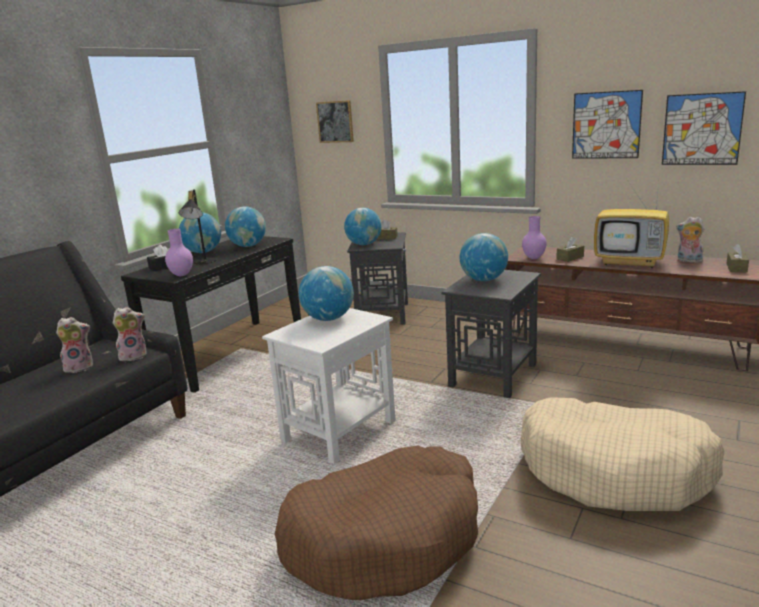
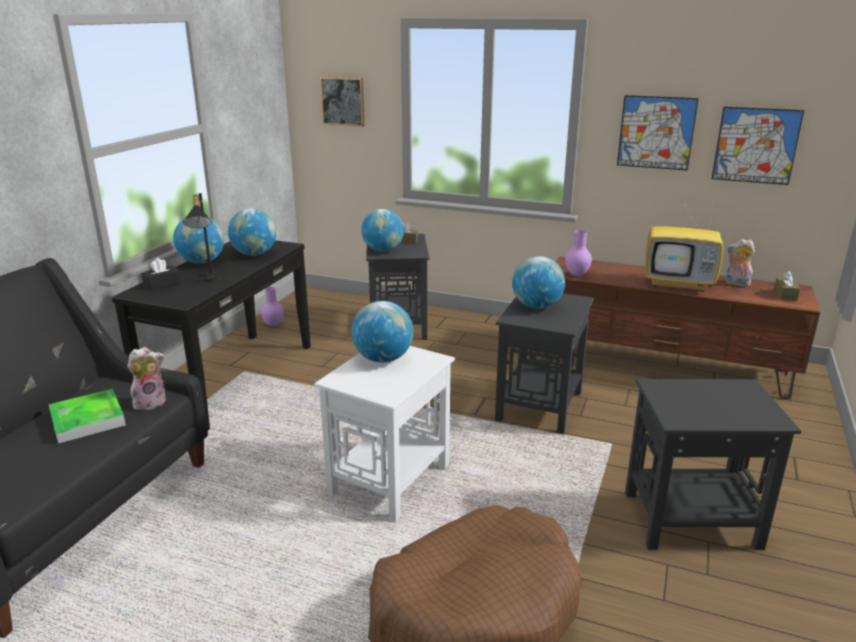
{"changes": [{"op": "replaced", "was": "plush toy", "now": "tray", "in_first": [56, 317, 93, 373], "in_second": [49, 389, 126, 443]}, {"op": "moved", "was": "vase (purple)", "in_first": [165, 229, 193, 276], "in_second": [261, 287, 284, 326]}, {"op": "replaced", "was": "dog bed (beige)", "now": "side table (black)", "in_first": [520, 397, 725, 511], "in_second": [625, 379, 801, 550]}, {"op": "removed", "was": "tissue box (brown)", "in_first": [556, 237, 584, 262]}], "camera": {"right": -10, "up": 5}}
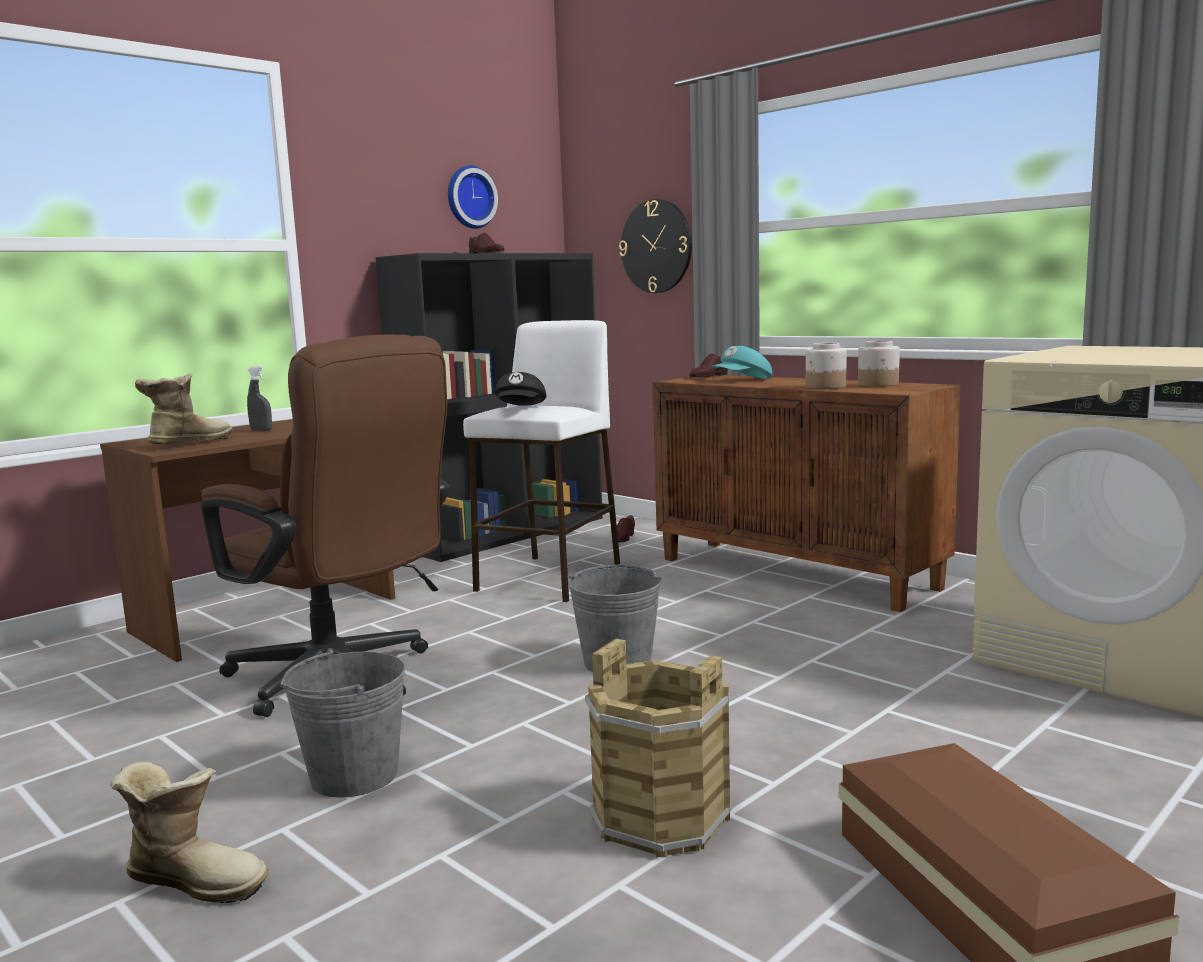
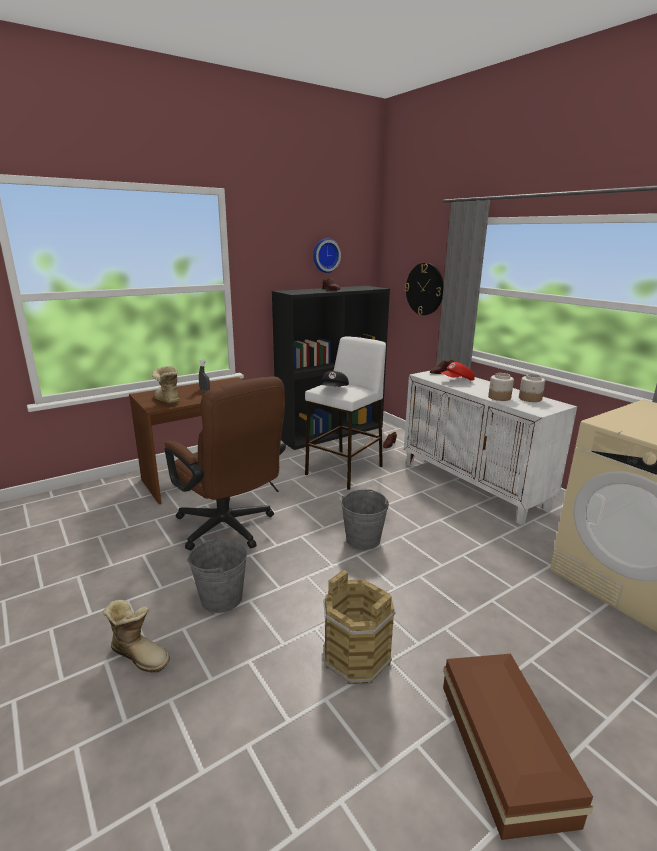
{"changes": [{"op": "turned", "was": "boot", "in_first": [135, 373, 233, 444], "in_second": [152, 366, 180, 403], "clockwise": -75}, {"op": "recoloured", "was": "cabinet (brown)", "now": "cabinet (white)", "in_first": [653, 375, 960, 612], "in_second": [404, 371, 577, 525]}, {"op": "recoloured", "was": "cap (turquoise)", "now": "cap (red)", "in_first": [711, 346, 772, 379], "in_second": [441, 362, 475, 381]}], "camera": {"right": 10, "up": 10}}
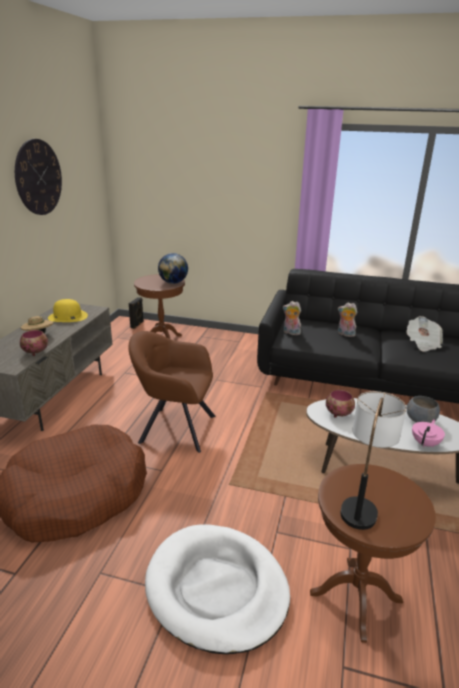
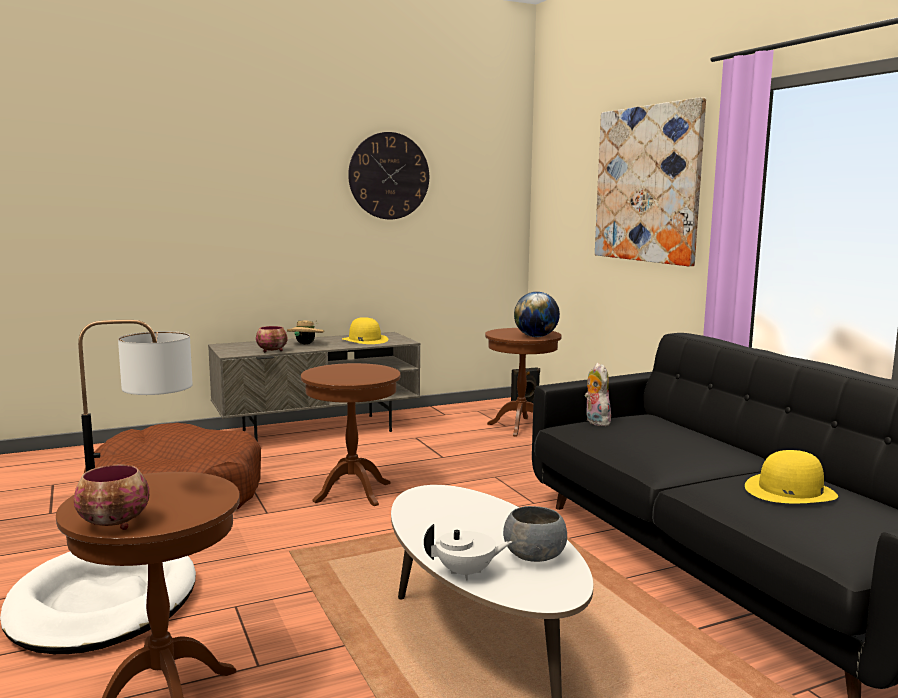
{"changes": [{"op": "replaced", "was": "armchair (brown)", "now": "side table (brown)", "in_first": [128, 331, 215, 453], "in_second": [301, 363, 400, 506]}, {"op": "moved", "was": "bowl", "in_first": [326, 390, 355, 418], "in_second": [74, 464, 149, 530]}, {"op": "removed", "was": "plush toy", "in_first": [338, 302, 357, 337]}, {"op": "replaced", "was": "newspaper", "now": "hat (yellow)", "in_first": [406, 316, 443, 351], "in_second": [745, 450, 838, 503]}, {"op": "recoloured", "was": "teapot (pink)", "now": "teapot (white)", "in_first": [412, 419, 445, 448], "in_second": [424, 524, 512, 581]}, {"op": "added", "now": "picture", "in_second": [595, 97, 706, 266]}], "camera": {"right": 50, "up": -15}}
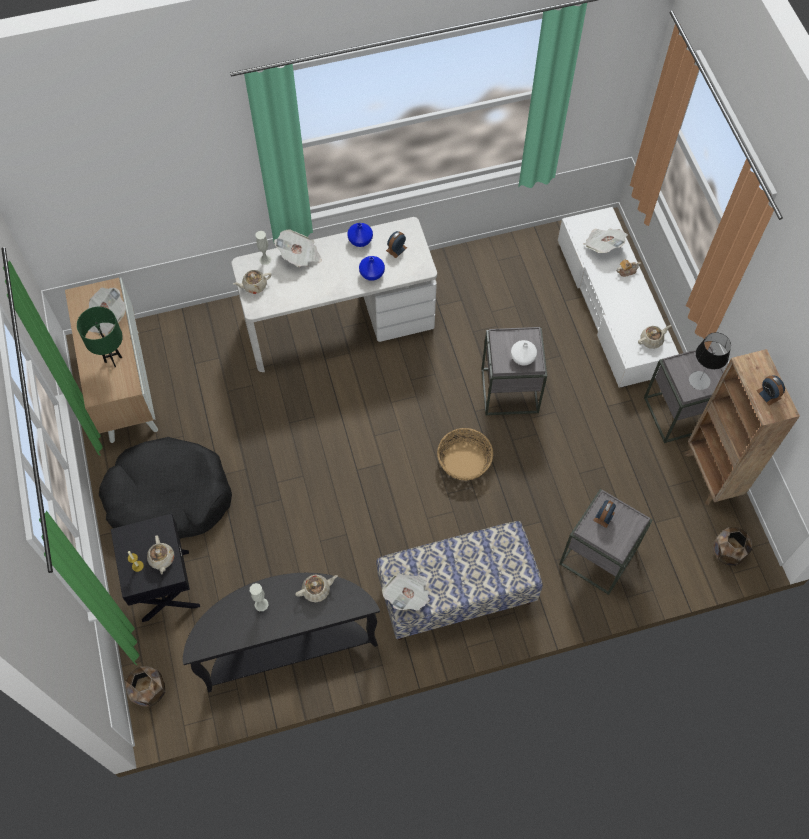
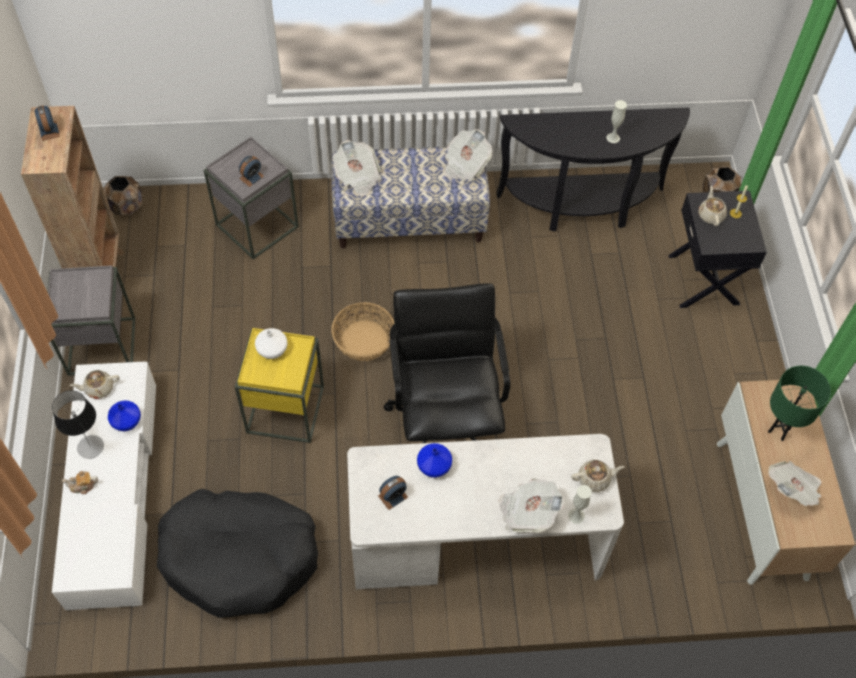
{"changes": [{"op": "moved", "was": "dog bed (black)", "in_first": [99, 437, 232, 539], "in_second": [157, 489, 318, 618]}, {"op": "removed", "was": "teapot (beige)", "in_first": [295, 574, 338, 602]}, {"op": "moved", "was": "vase (blue)", "in_first": [347, 223, 373, 247], "in_second": [108, 400, 141, 431]}, {"op": "recoloured", "was": "side table (grey)", "now": "side table (yellow)", "in_first": [481, 327, 547, 415], "in_second": [235, 328, 324, 443]}, {"op": "moved", "was": "newspaper", "in_first": [583, 228, 628, 253], "in_second": [332, 140, 382, 196]}, {"op": "moved", "was": "table lamp", "in_first": [689, 332, 731, 390], "in_second": [52, 390, 104, 459]}, {"op": "added", "now": "office chair (black)", "in_second": [384, 283, 510, 443]}], "camera": {"right": -170, "up": -5}}
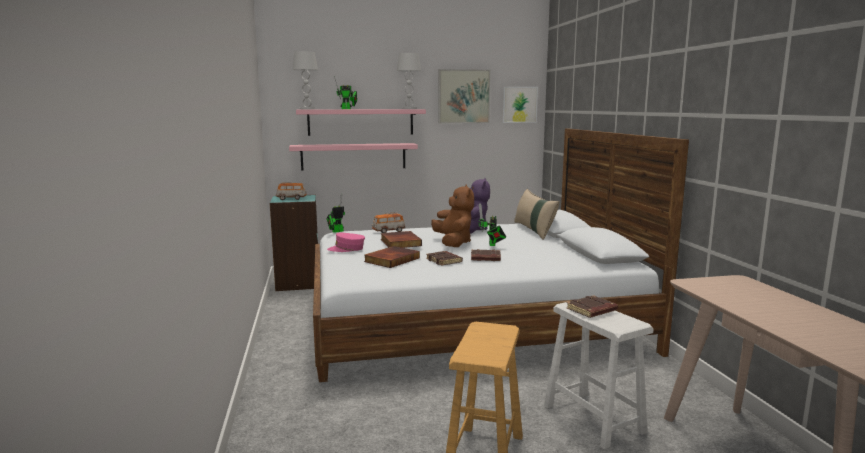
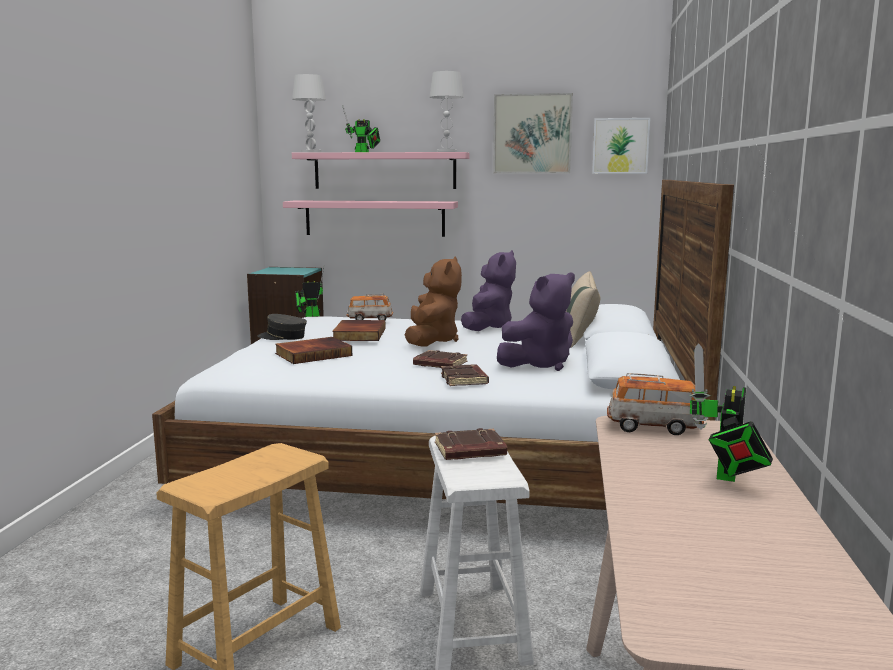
{"changes": [{"op": "moved", "was": "toy car", "in_first": [276, 182, 307, 200], "in_second": [607, 373, 704, 435]}, {"op": "recoloured", "was": "cap (pink)", "now": "cap (grey)", "in_first": [327, 232, 365, 252], "in_second": [257, 314, 307, 340]}, {"op": "moved", "was": "book (brown)", "in_first": [426, 251, 463, 266], "in_second": [441, 364, 489, 386]}, {"op": "moved", "was": "toy robot", "in_first": [479, 204, 506, 246], "in_second": [689, 343, 773, 482]}, {"op": "added", "now": "plush toy (purple)", "in_second": [497, 273, 575, 371]}], "camera": {"right": 20, "up": 0}}
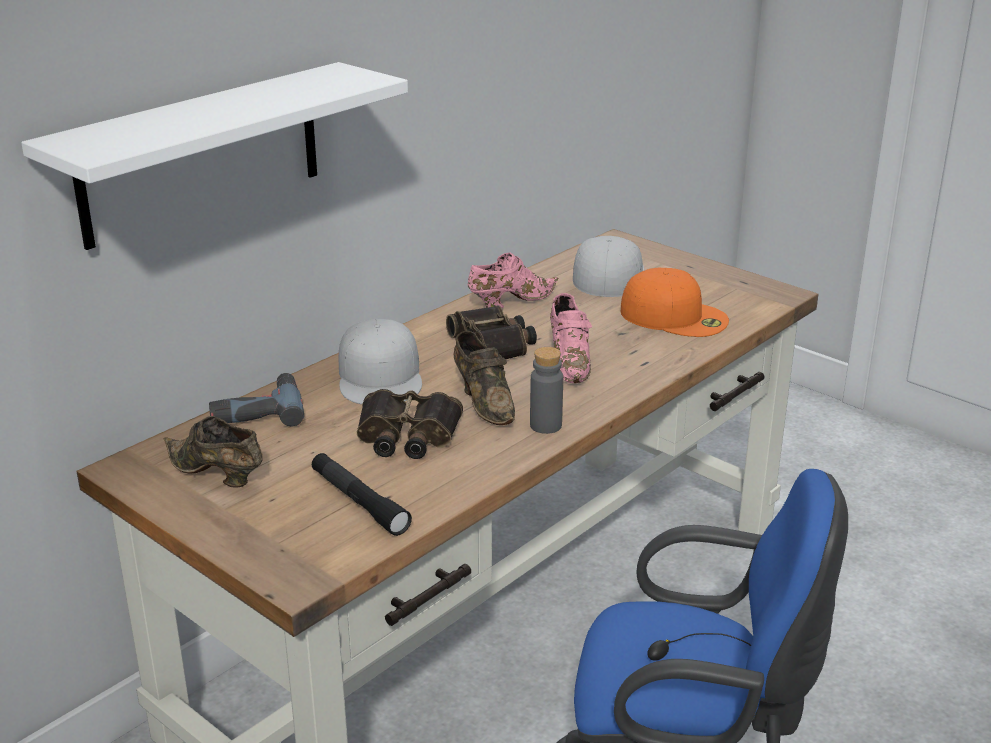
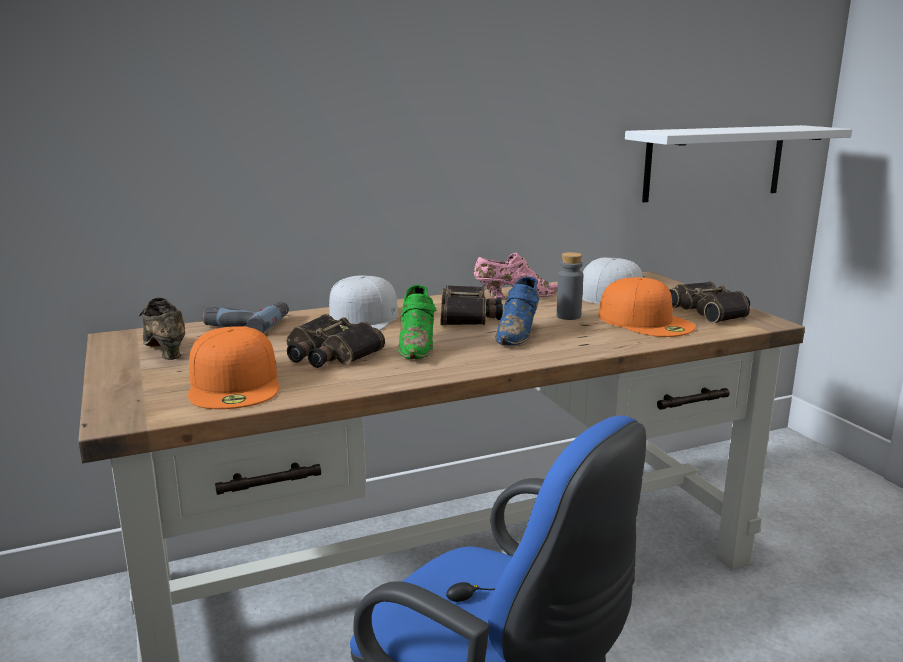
{"changes": [{"op": "moved", "was": "shelf (white)", "in_first": [21, 62, 408, 250], "in_second": [625, 125, 852, 203]}, {"op": "replaced", "was": "flashlight (black)", "now": "cap (orange)", "in_first": [312, 453, 412, 536], "in_second": [188, 326, 279, 409]}, {"op": "recoloured", "was": "shoe (brown)", "now": "shoe (green)", "in_first": [454, 331, 515, 425], "in_second": [398, 285, 436, 359]}, {"op": "moved", "was": "bottle (grey)", "in_first": [530, 347, 563, 434], "in_second": [556, 252, 583, 320]}, {"op": "recoloured", "was": "shoe (pink)", "now": "shoe (blue)", "in_first": [550, 293, 592, 383], "in_second": [495, 277, 540, 345]}, {"op": "added", "now": "binoculars", "in_second": [669, 282, 750, 323]}], "camera": {"right": 25, "up": -10}}
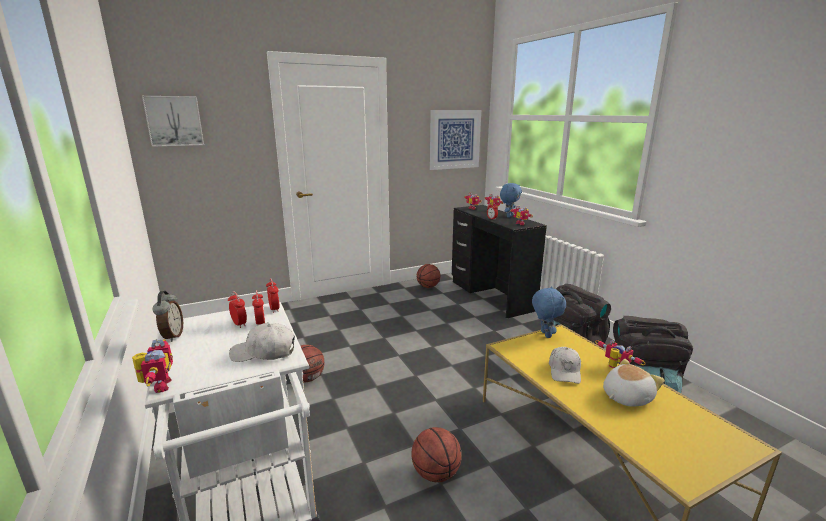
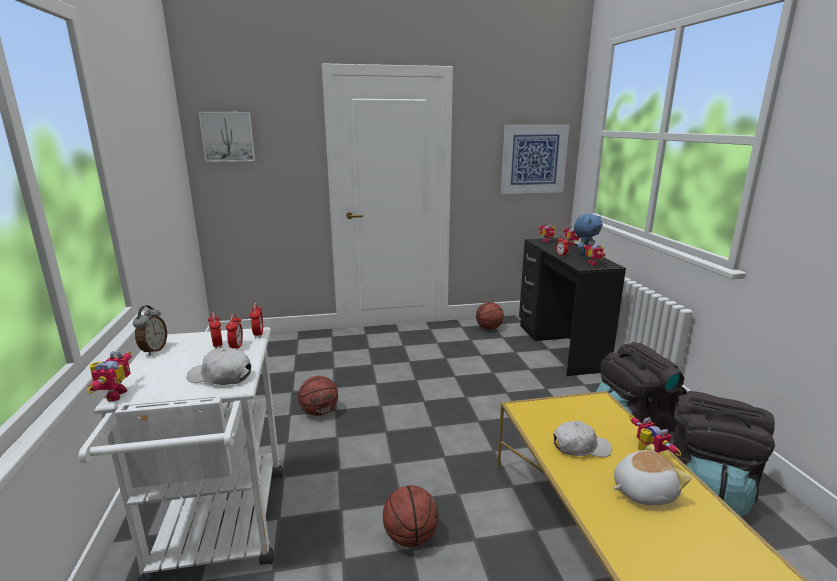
{"changes": [{"op": "removed", "was": "plush toy (blue)", "in_first": [532, 286, 566, 338]}, {"op": "turned", "was": "cap (white)", "in_first": [549, 347, 581, 384], "in_second": [553, 420, 612, 457], "clockwise": -120}], "camera": {"right": 15, "up": 0}}
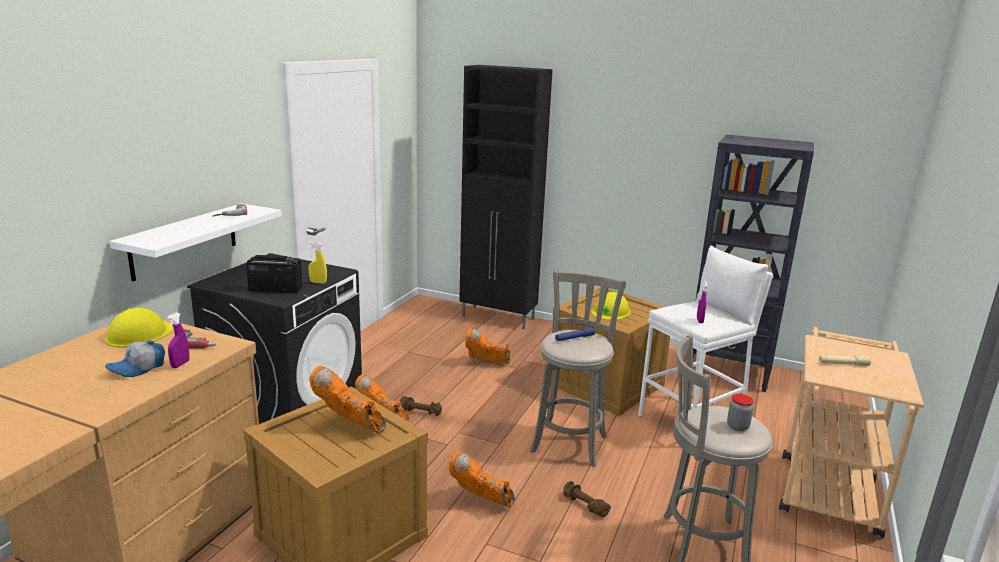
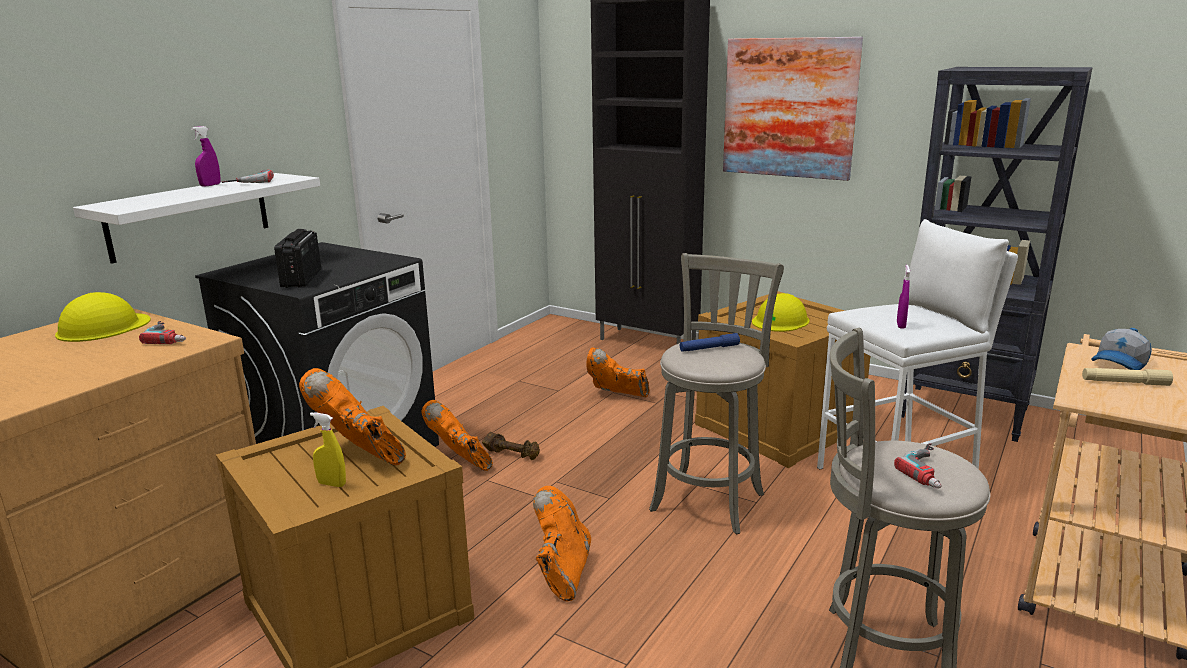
{"changes": [{"op": "moved", "was": "cap", "in_first": [105, 340, 165, 377], "in_second": [1091, 328, 1152, 370]}, {"op": "moved", "was": "spray bottle (purple)", "in_first": [166, 312, 189, 368], "in_second": [191, 126, 221, 187]}, {"op": "turned", "was": "radio", "in_first": [246, 255, 303, 293], "in_second": [274, 229, 321, 288], "clockwise": -105}, {"op": "moved", "was": "spray bottle (yellow)", "in_first": [308, 242, 327, 284], "in_second": [310, 412, 346, 487]}, {"op": "turned", "was": "boot (orange)", "in_first": [449, 451, 515, 507], "in_second": [533, 486, 591, 602], "clockwise": 60}, {"op": "removed", "was": "dumbbell (brown)", "in_first": [563, 481, 611, 517]}, {"op": "replaced", "was": "jar", "now": "power drill", "in_first": [727, 394, 754, 431], "in_second": [894, 443, 942, 488]}, {"op": "added", "now": "picture", "in_second": [723, 37, 863, 181]}], "camera": {"right": 10, "up": 0}}
